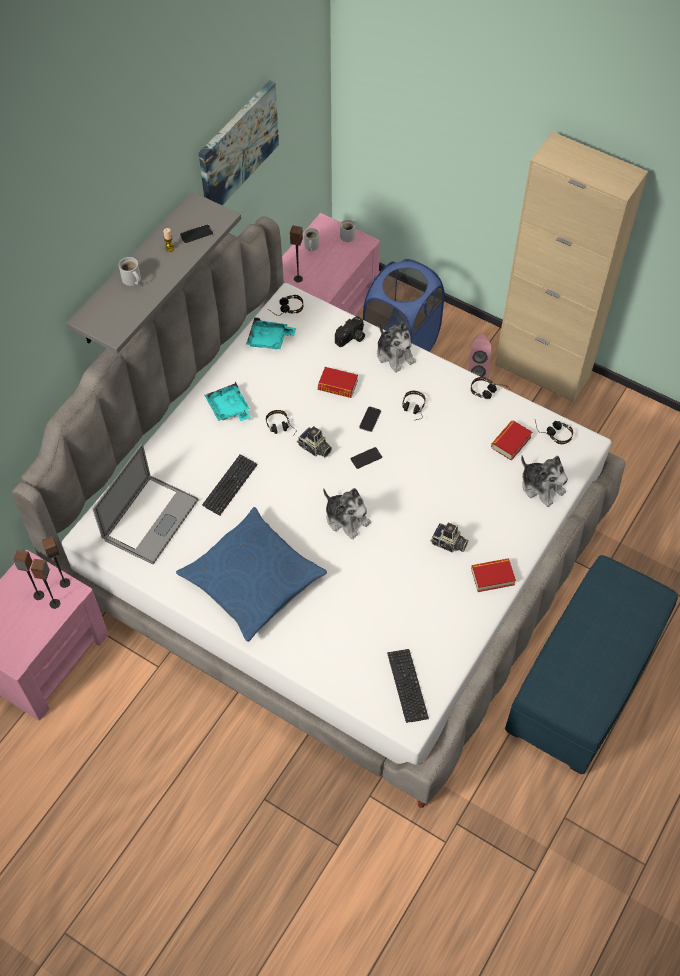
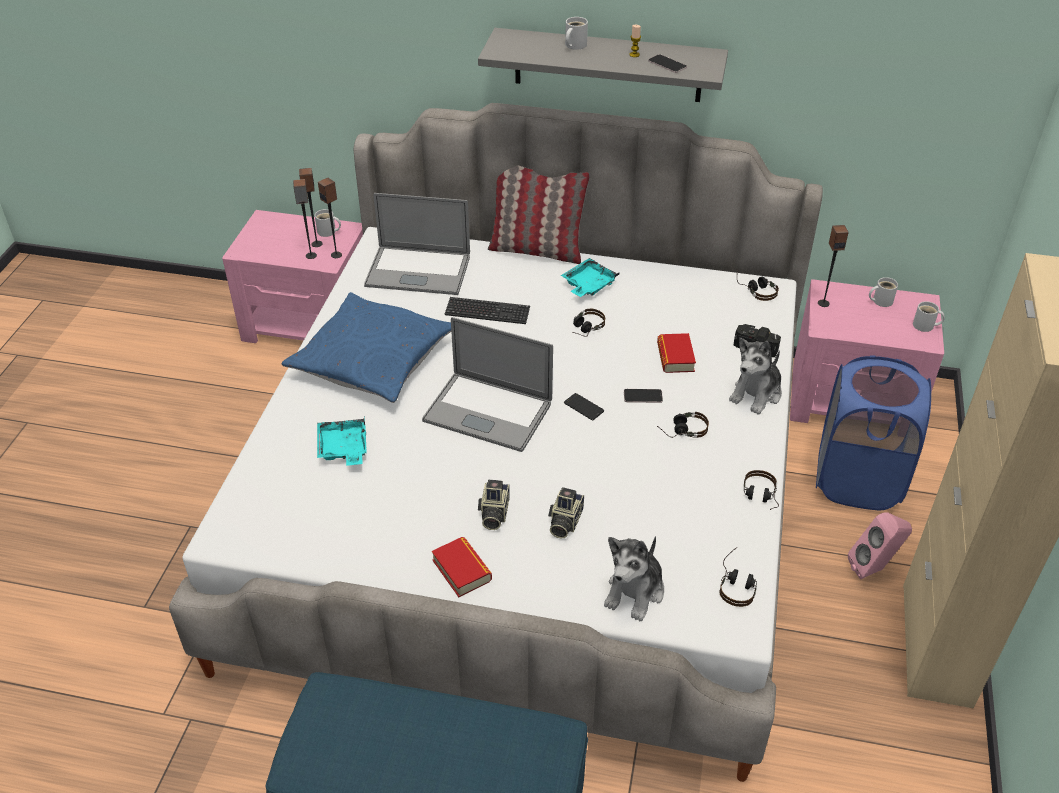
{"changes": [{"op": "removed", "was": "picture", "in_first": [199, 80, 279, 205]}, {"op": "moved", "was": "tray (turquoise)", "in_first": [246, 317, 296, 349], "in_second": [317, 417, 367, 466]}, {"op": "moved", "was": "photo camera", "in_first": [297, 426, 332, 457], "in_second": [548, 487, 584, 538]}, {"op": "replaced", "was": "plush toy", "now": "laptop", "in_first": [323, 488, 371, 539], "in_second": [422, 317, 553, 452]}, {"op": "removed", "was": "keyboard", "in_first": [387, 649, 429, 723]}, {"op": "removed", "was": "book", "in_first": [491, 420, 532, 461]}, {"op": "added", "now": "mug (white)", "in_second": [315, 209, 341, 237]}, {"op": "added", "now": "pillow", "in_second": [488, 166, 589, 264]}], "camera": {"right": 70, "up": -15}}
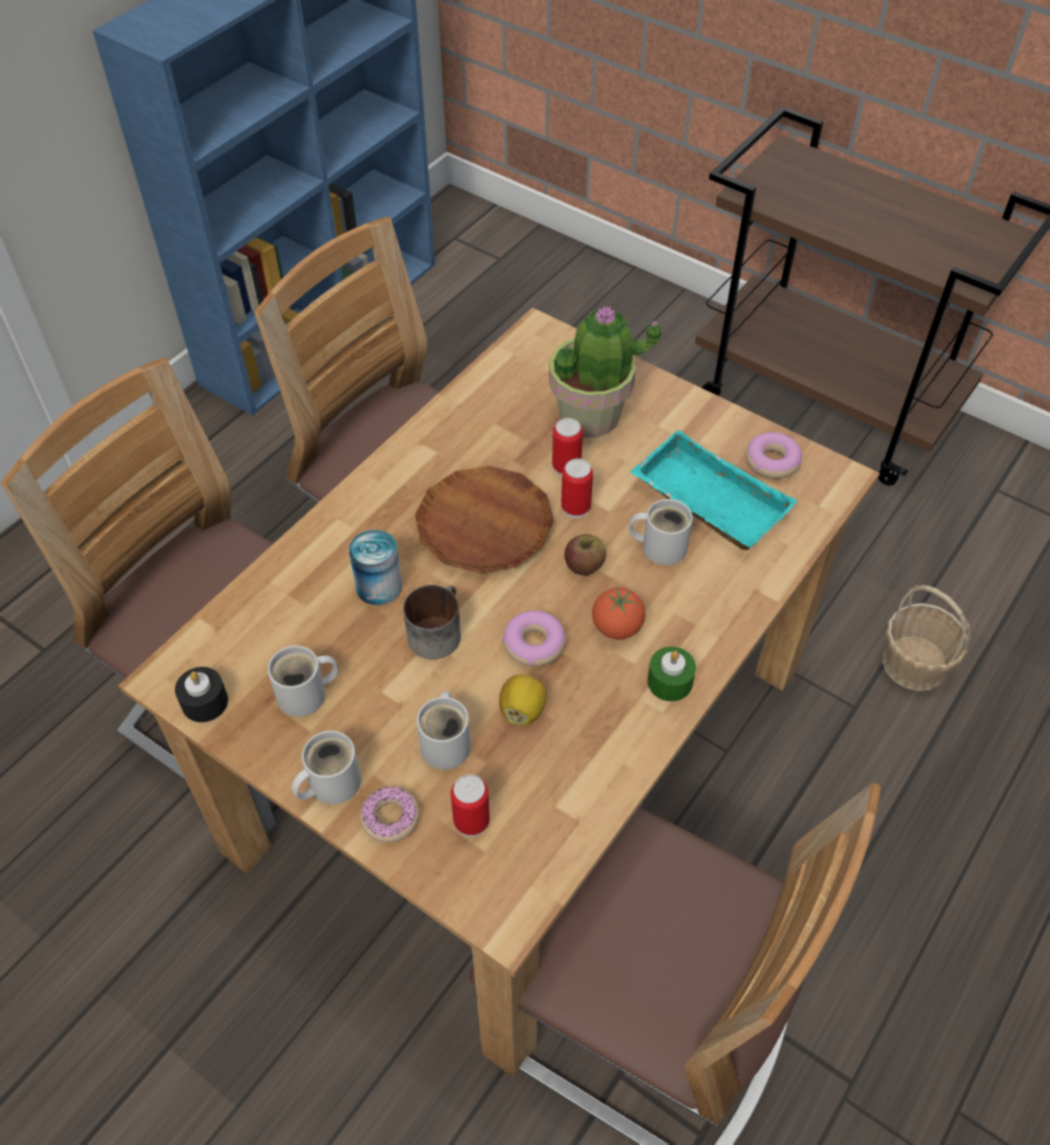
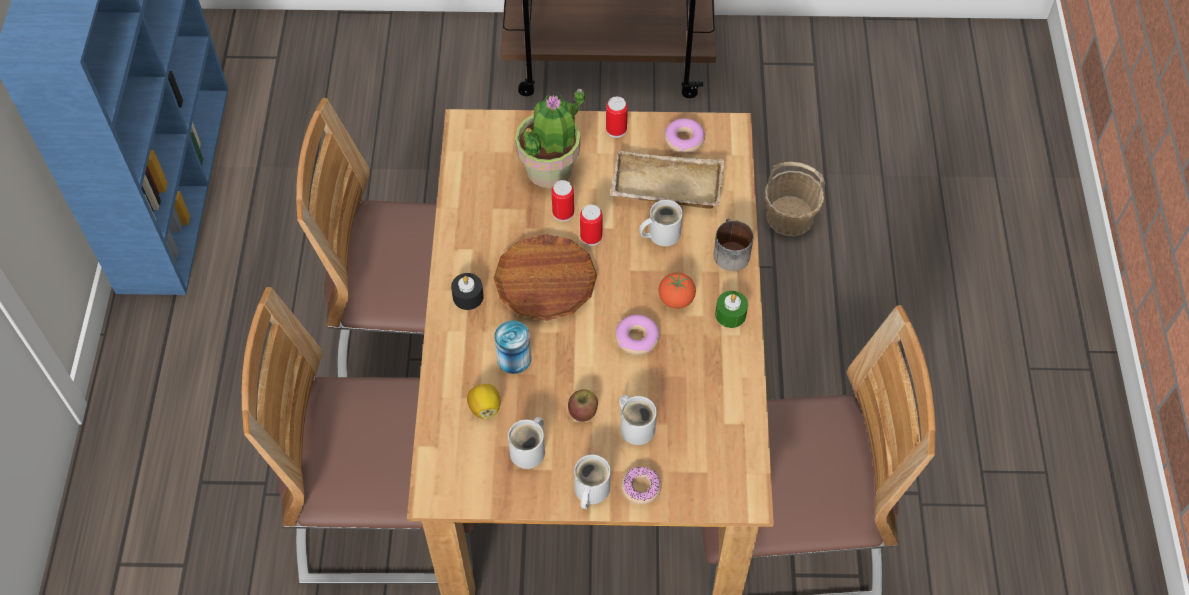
{"changes": [{"op": "moved", "was": "candle (black)", "in_first": [175, 667, 228, 722], "in_second": [451, 273, 484, 310]}, {"op": "moved", "was": "mug", "in_first": [403, 585, 461, 659], "in_second": [714, 219, 753, 271]}, {"op": "moved", "was": "can", "in_first": [451, 774, 490, 837], "in_second": [606, 97, 628, 138]}, {"op": "moved", "was": "lemon", "in_first": [499, 674, 547, 725], "in_second": [467, 384, 500, 419]}, {"op": "moved", "was": "apple", "in_first": [564, 534, 606, 575], "in_second": [568, 389, 598, 422]}, {"op": "recoloured", "was": "tray (turquoise)", "now": "tray (beige)", "in_first": [630, 430, 797, 550], "in_second": [610, 150, 724, 209]}], "camera": {"right": -35, "up": 5}}
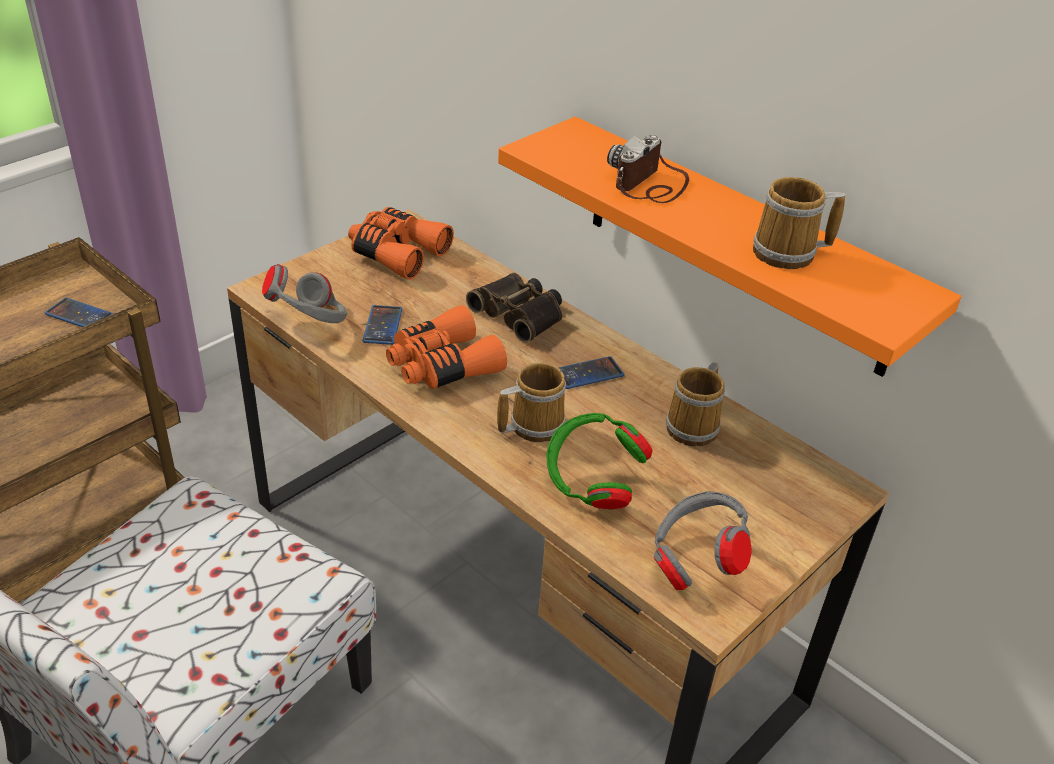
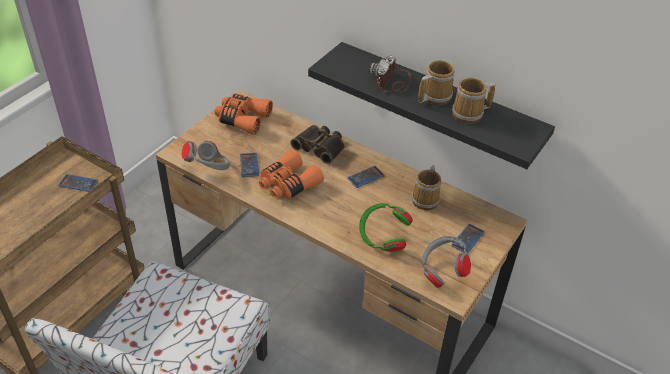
{"changes": [{"op": "moved", "was": "mug", "in_first": [497, 363, 566, 442], "in_second": [419, 60, 455, 105]}, {"op": "recoloured", "was": "shelf (orange)", "now": "shelf (black)", "in_first": [498, 117, 961, 377], "in_second": [308, 42, 555, 169]}, {"op": "added", "now": "phone", "in_second": [451, 224, 485, 253]}], "camera": {"right": -10, "up": 5}}
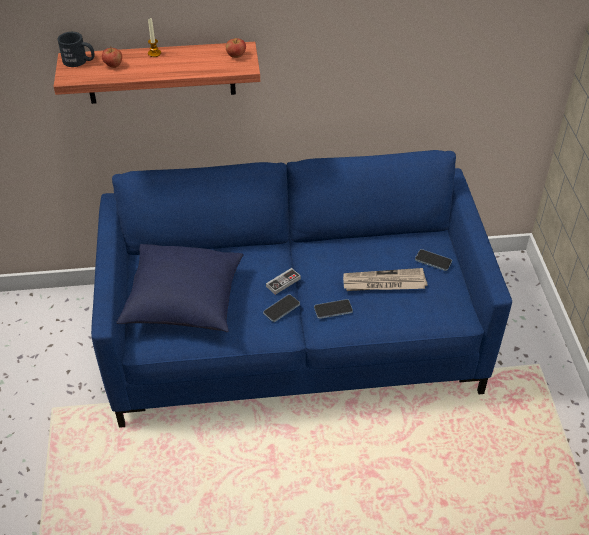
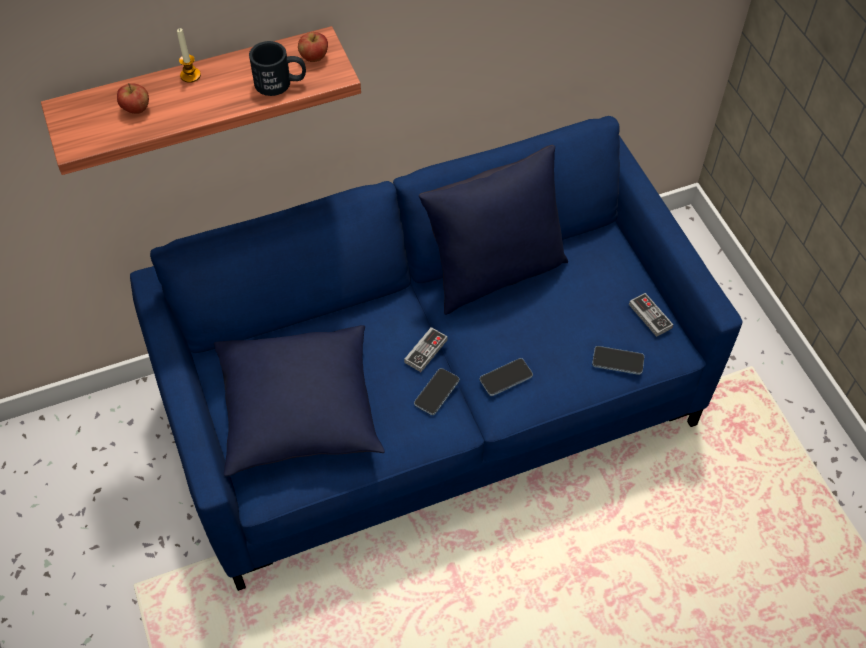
{"changes": [{"op": "moved", "was": "mug (black)", "in_first": [58, 32, 95, 67], "in_second": [249, 41, 306, 96]}, {"op": "removed", "was": "newspaper", "in_first": [343, 268, 427, 291]}, {"op": "moved", "was": "phone", "in_first": [415, 249, 452, 271], "in_second": [592, 346, 644, 375]}, {"op": "added", "now": "pillow (blue)", "in_second": [419, 145, 568, 315]}, {"op": "added", "now": "game controller", "in_second": [629, 293, 673, 337]}], "camera": {"right": -15, "up": 10}}
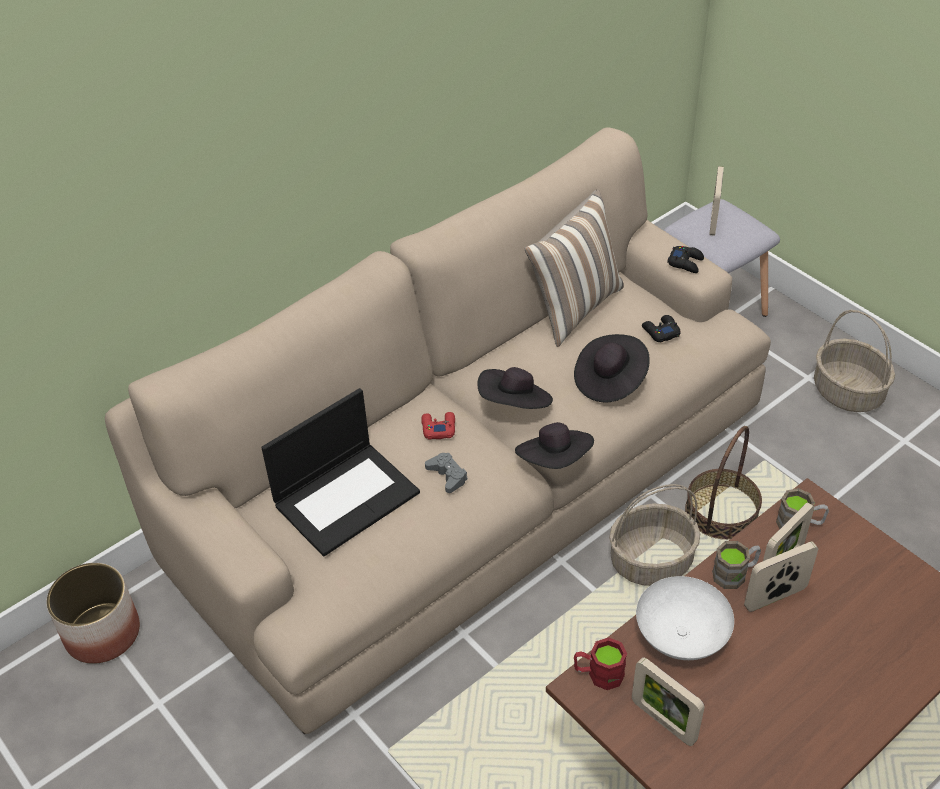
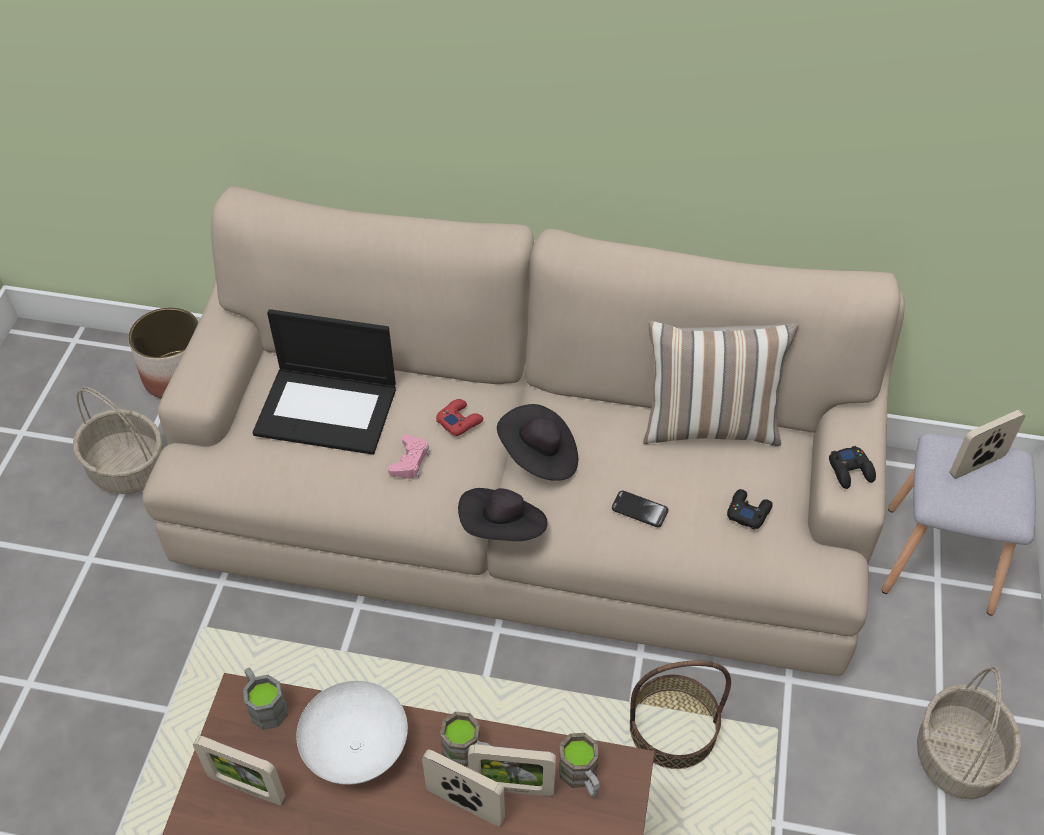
{"changes": [{"op": "recoloured", "was": "game controller (grey)", "now": "game controller (pink)", "in_first": [425, 453, 468, 493], "in_second": [388, 435, 430, 479]}, {"op": "replaced", "was": "hat (black)", "now": "phone", "in_first": [574, 334, 650, 402], "in_second": [612, 491, 668, 527]}, {"op": "recoloured", "was": "mug (red)", "now": "mug (grey)", "in_first": [574, 637, 627, 690], "in_second": [243, 668, 288, 730]}, {"op": "moved", "was": "basket", "in_first": [609, 484, 700, 586], "in_second": [73, 387, 163, 494]}, {"op": "turned", "was": "picture frame", "in_first": [632, 657, 705, 746], "in_second": [193, 735, 286, 805], "clockwise": -75}], "camera": {"right": 50, "up": 5}}
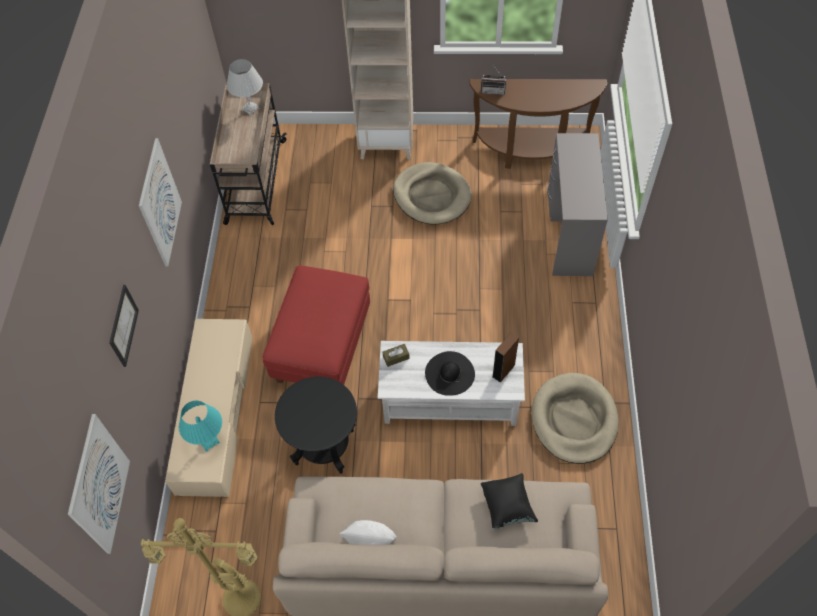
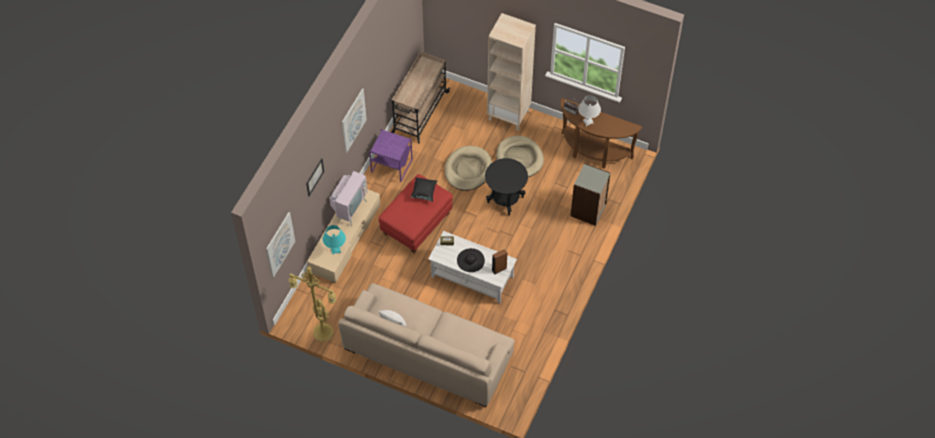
{"changes": [{"op": "moved", "was": "table lamp (white)", "in_first": [227, 59, 263, 116], "in_second": [578, 95, 601, 126]}, {"op": "moved", "was": "side table (black)", "in_first": [275, 376, 357, 474], "in_second": [485, 158, 528, 215]}, {"op": "moved", "was": "pillow (black)", "in_first": [481, 473, 538, 530], "in_second": [411, 177, 437, 202]}, {"op": "moved", "was": "dog bed (beige)", "in_first": [532, 373, 619, 464], "in_second": [445, 146, 492, 191]}, {"op": "replaced", "was": "desk (grey)", "now": "bookcase (grey)", "in_first": [547, 133, 608, 276], "in_second": [571, 163, 611, 226]}, {"op": "added", "now": "television", "in_second": [328, 171, 368, 227]}, {"op": "added", "now": "side table (purple)", "in_second": [369, 129, 413, 182]}], "camera": {"right": 20, "up": 0}}
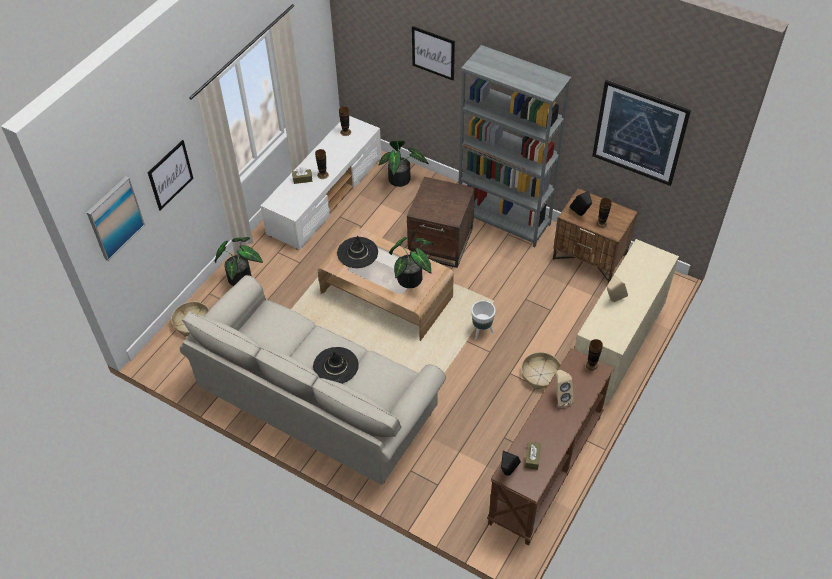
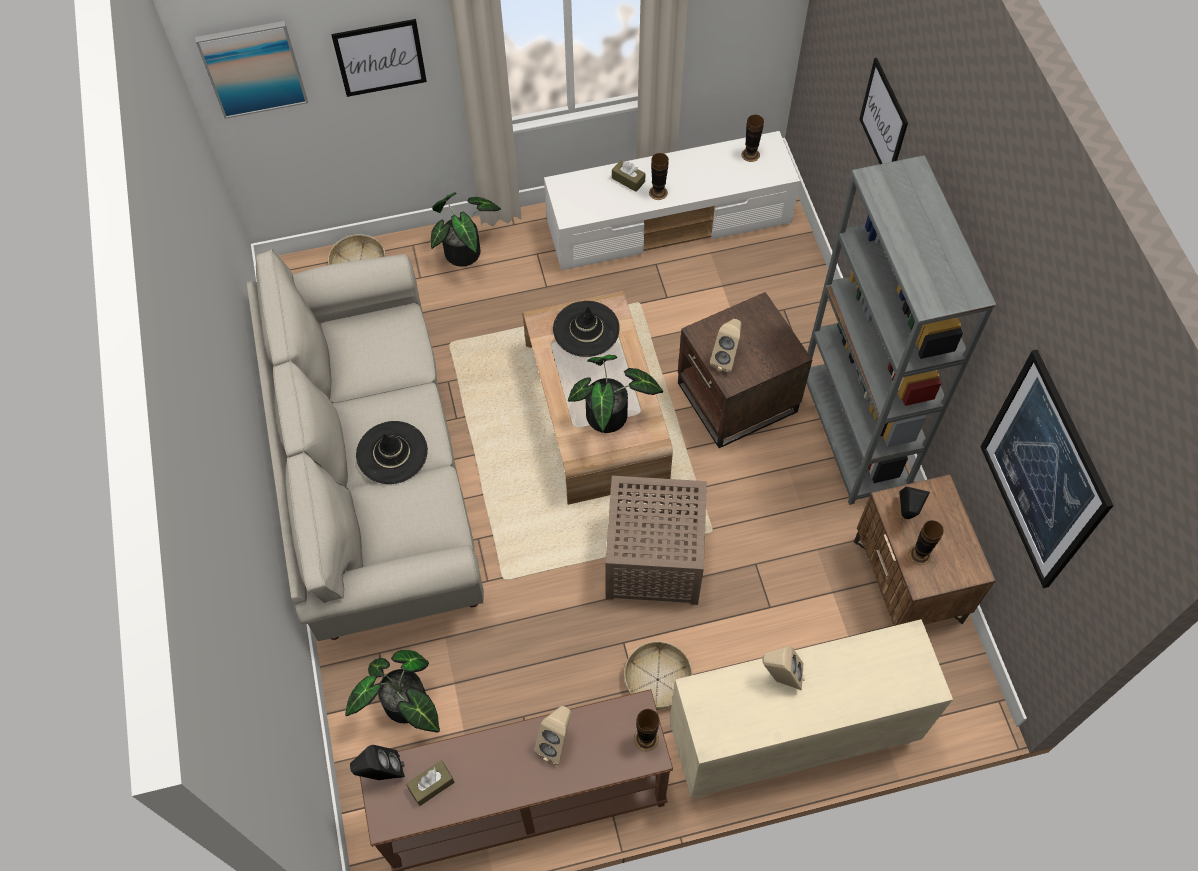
{"changes": [{"op": "moved", "was": "potted plant", "in_first": [378, 140, 429, 187], "in_second": [345, 650, 440, 733]}, {"op": "replaced", "was": "planter (white)", "now": "side table (brown)", "in_first": [471, 300, 496, 339], "in_second": [605, 476, 707, 605]}, {"op": "added", "now": "speaker (beige)", "in_second": [710, 319, 742, 373]}], "camera": {"right": 45, "up": 10}}
